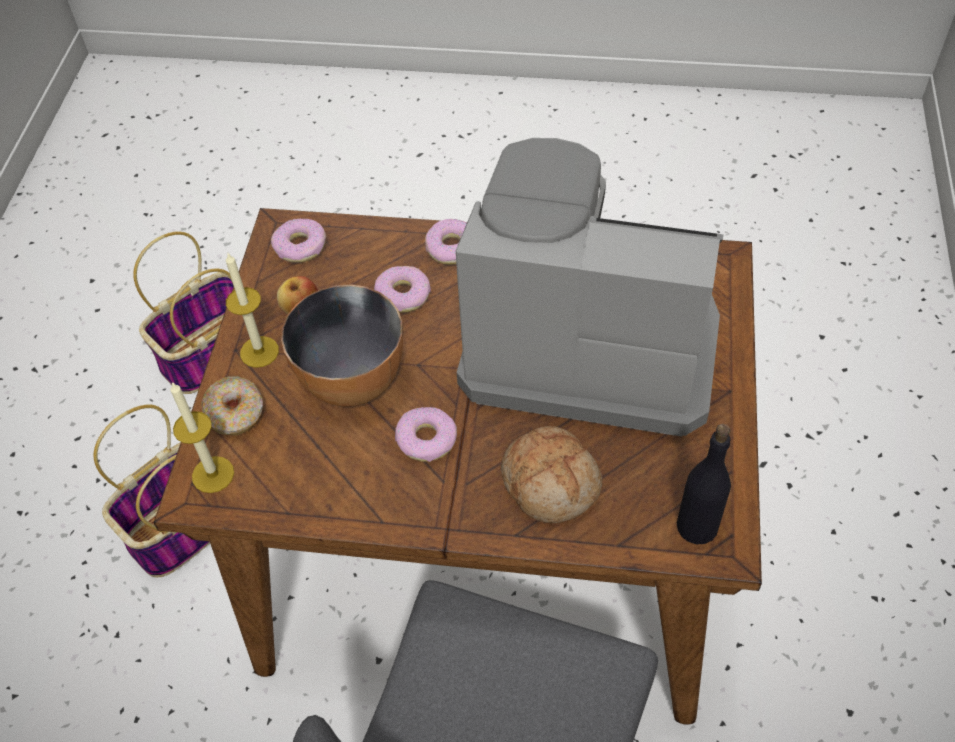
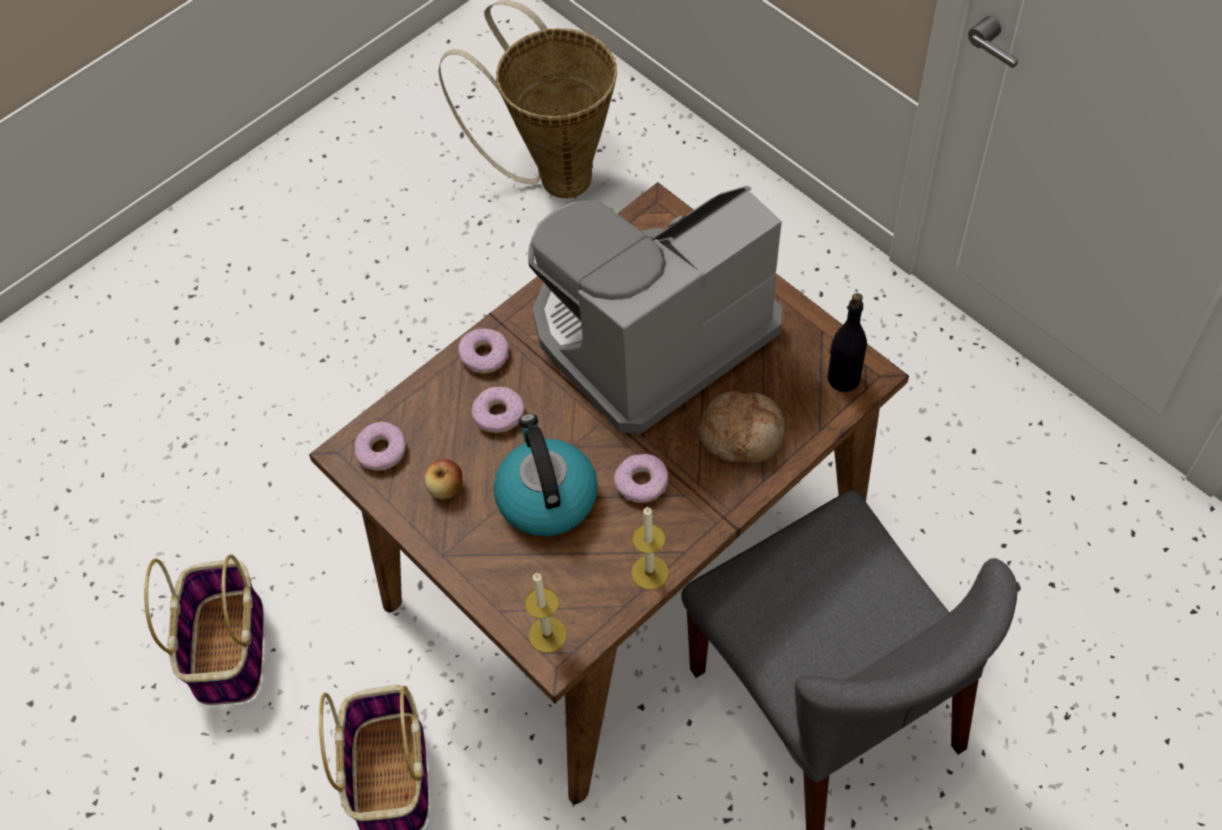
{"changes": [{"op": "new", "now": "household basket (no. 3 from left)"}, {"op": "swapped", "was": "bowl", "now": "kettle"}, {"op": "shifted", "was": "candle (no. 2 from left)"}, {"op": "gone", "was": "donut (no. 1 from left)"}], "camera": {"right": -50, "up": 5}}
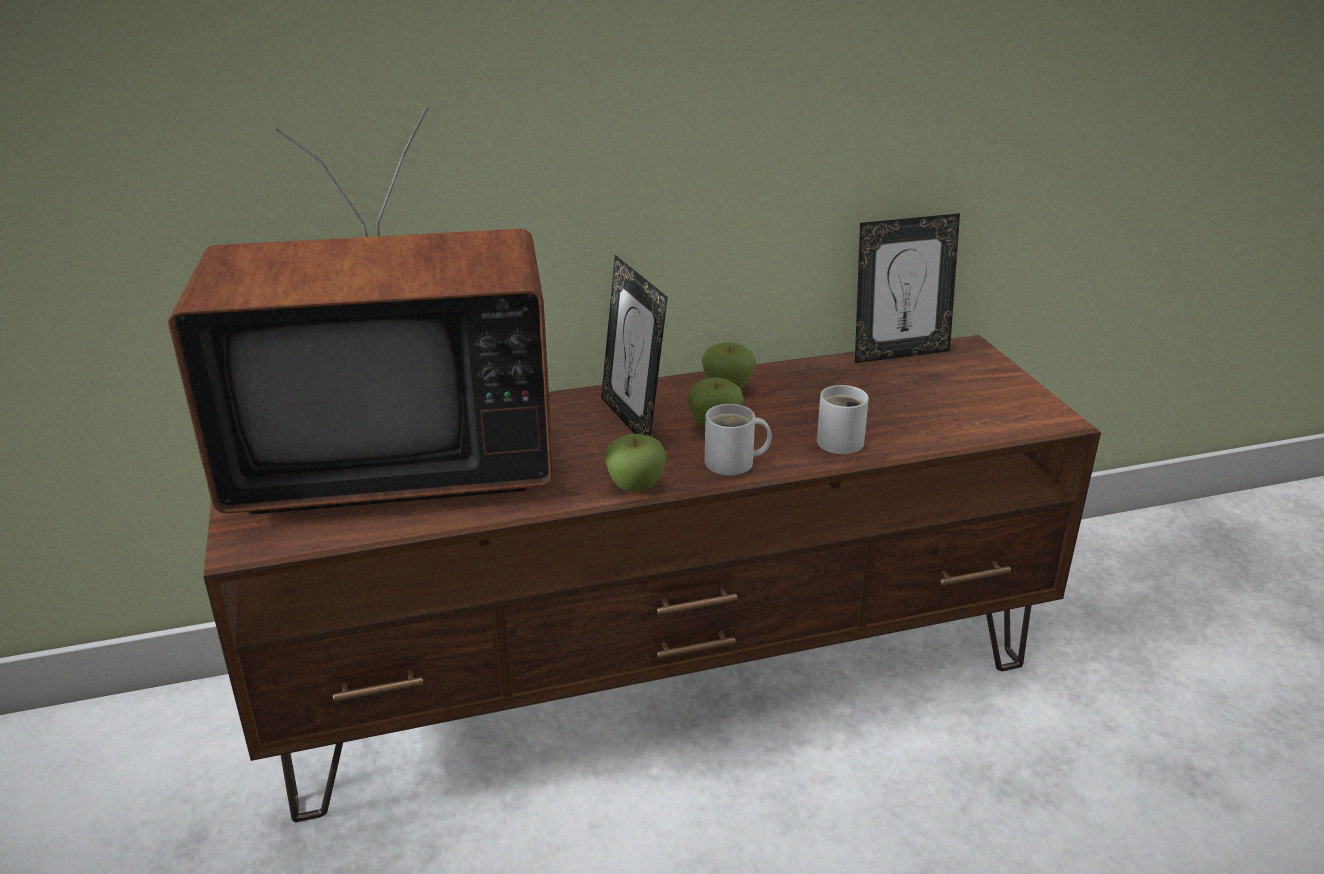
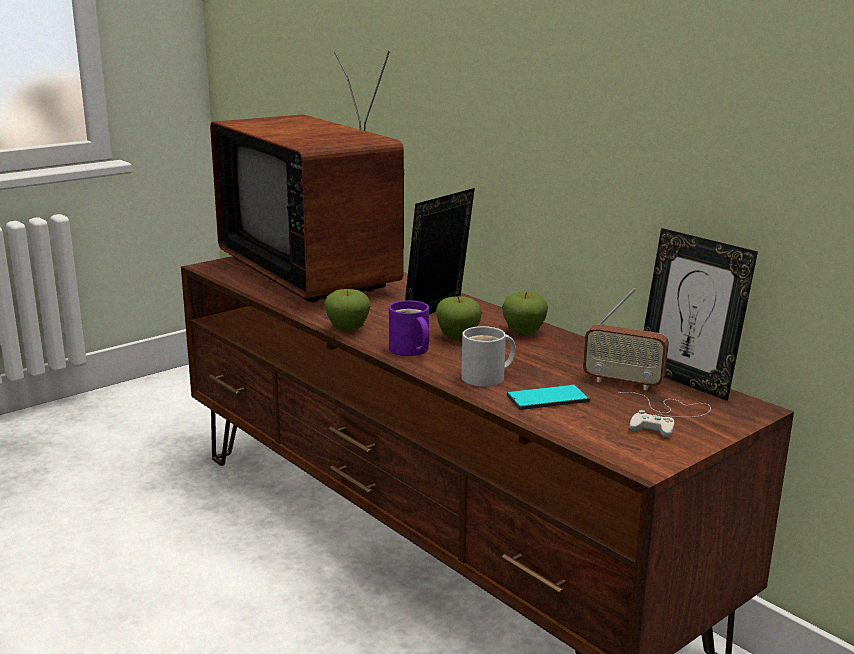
{"changes": [{"op": "repainted", "was": "white tea mug (no. 1 from left)", "now": "purplish tea mug"}, {"op": "new", "now": "phone"}, {"op": "new", "now": "radio"}, {"op": "new", "now": "white joypad"}], "camera": {"right": 65, "up": -10}}
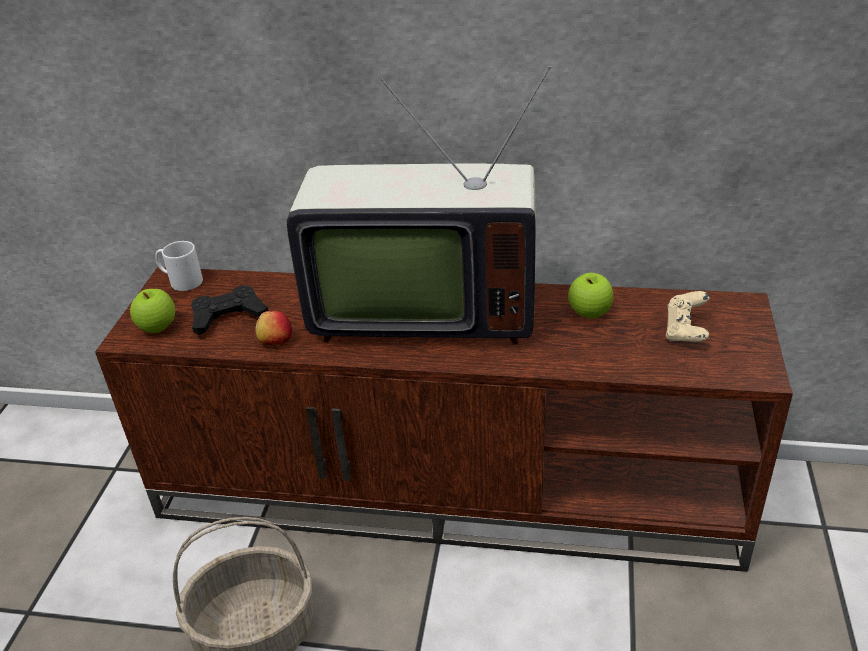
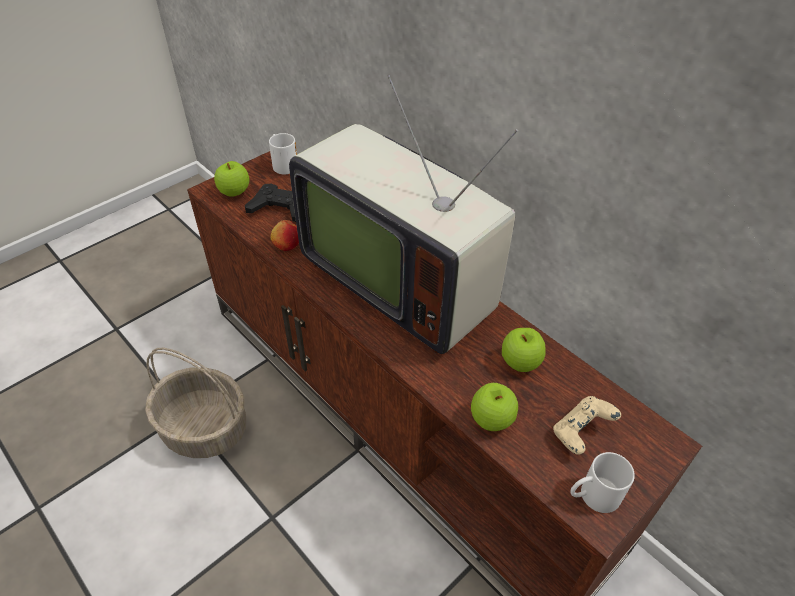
{"changes": [{"op": "new", "now": "whole apple (no. 3 from left)"}, {"op": "new", "now": "white tea mug (no. 2 from left)"}], "camera": {"right": 35, "up": 10}}
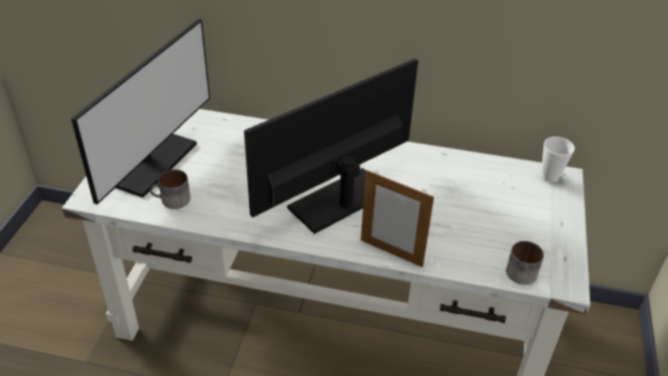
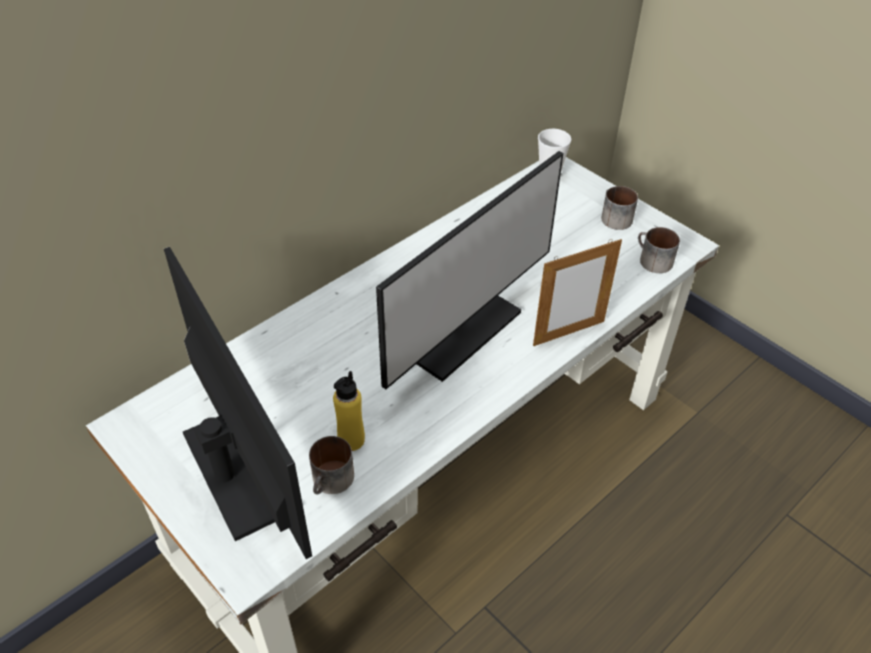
{"changes": [{"op": "new", "now": "yellow-coloured bottle"}, {"op": "rotated", "was": "computer screen (no. 2 from left)", "clockwise": -135}, {"op": "new", "now": "tea mug (no. 2 from left)"}], "camera": {"right": -55, "up": 5}}
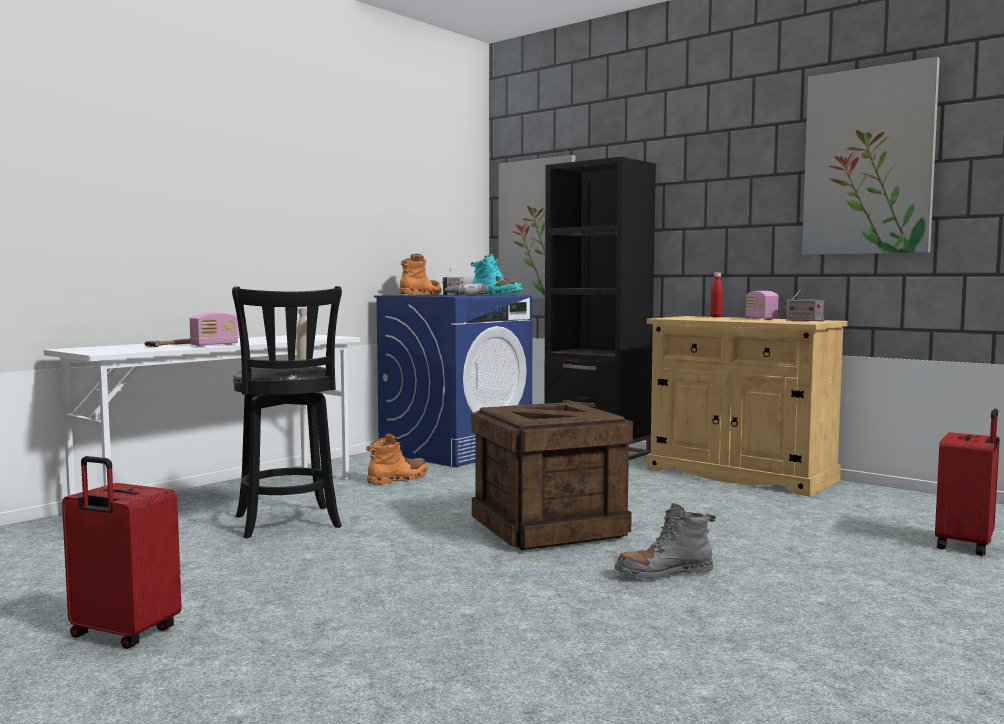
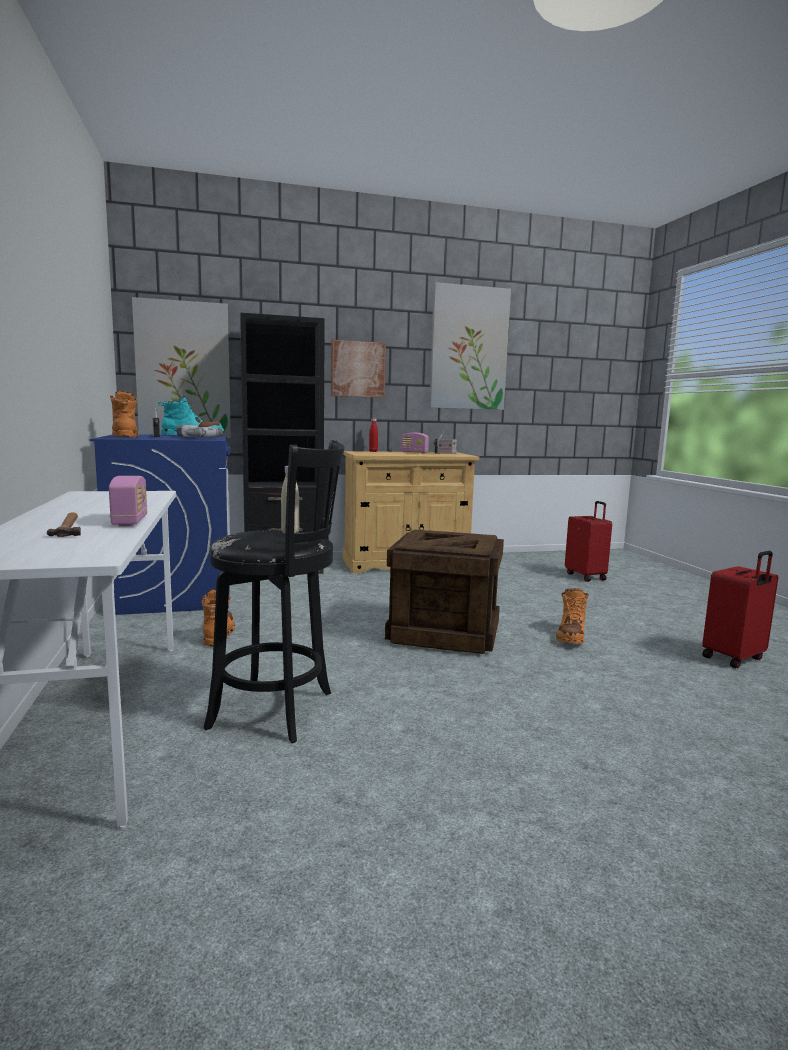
{"changes": [{"op": "new", "now": "picture (no. 2 from left)"}, {"op": "repainted", "was": "gray high-top boot", "now": "orange high-top boot (no. 3 from left)"}, {"op": "shifted", "was": "red-coloured suitcase (no. 1 from left in the first image)", "now": "red-coloured suitcase (no. 2 from left)"}], "camera": {"right": -55, "up": 5}}
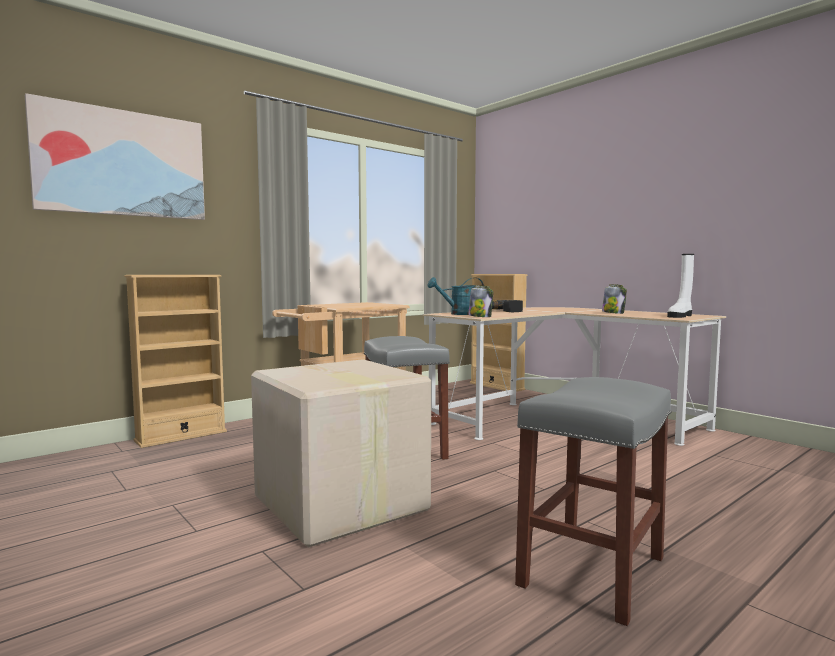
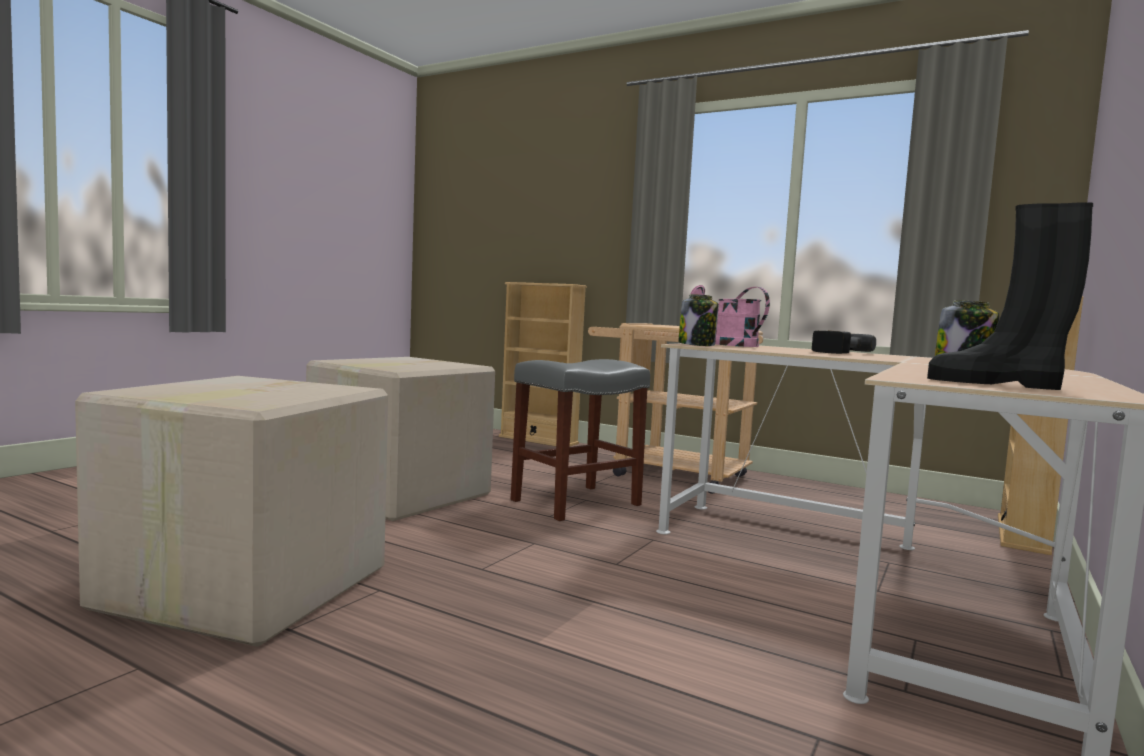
{"changes": [{"op": "swapped", "was": "gray sitting stool (no. 2 from left)", "now": "cardboard box (no. 1 from left)"}, {"op": "repainted", "was": "turquoise-coloured watering can", "now": "pinkish watering can"}, {"op": "repainted", "was": "white high-top boot", "now": "black high-top boot"}, {"op": "gone", "was": "picture"}], "camera": {"right": 70, "up": 0}}
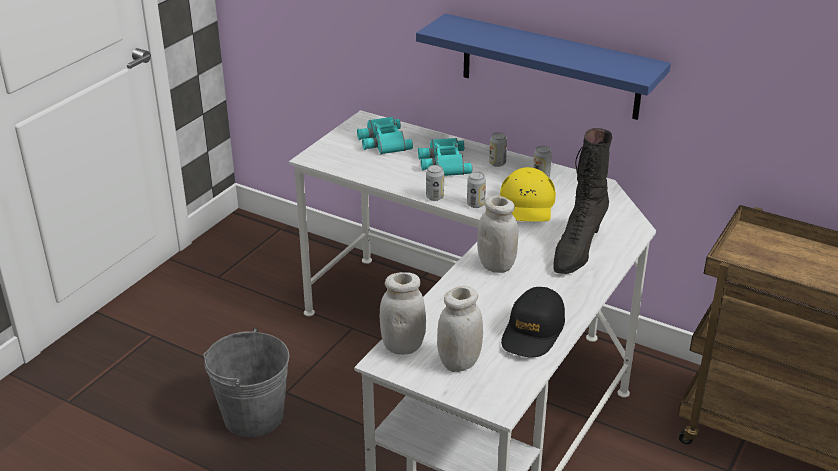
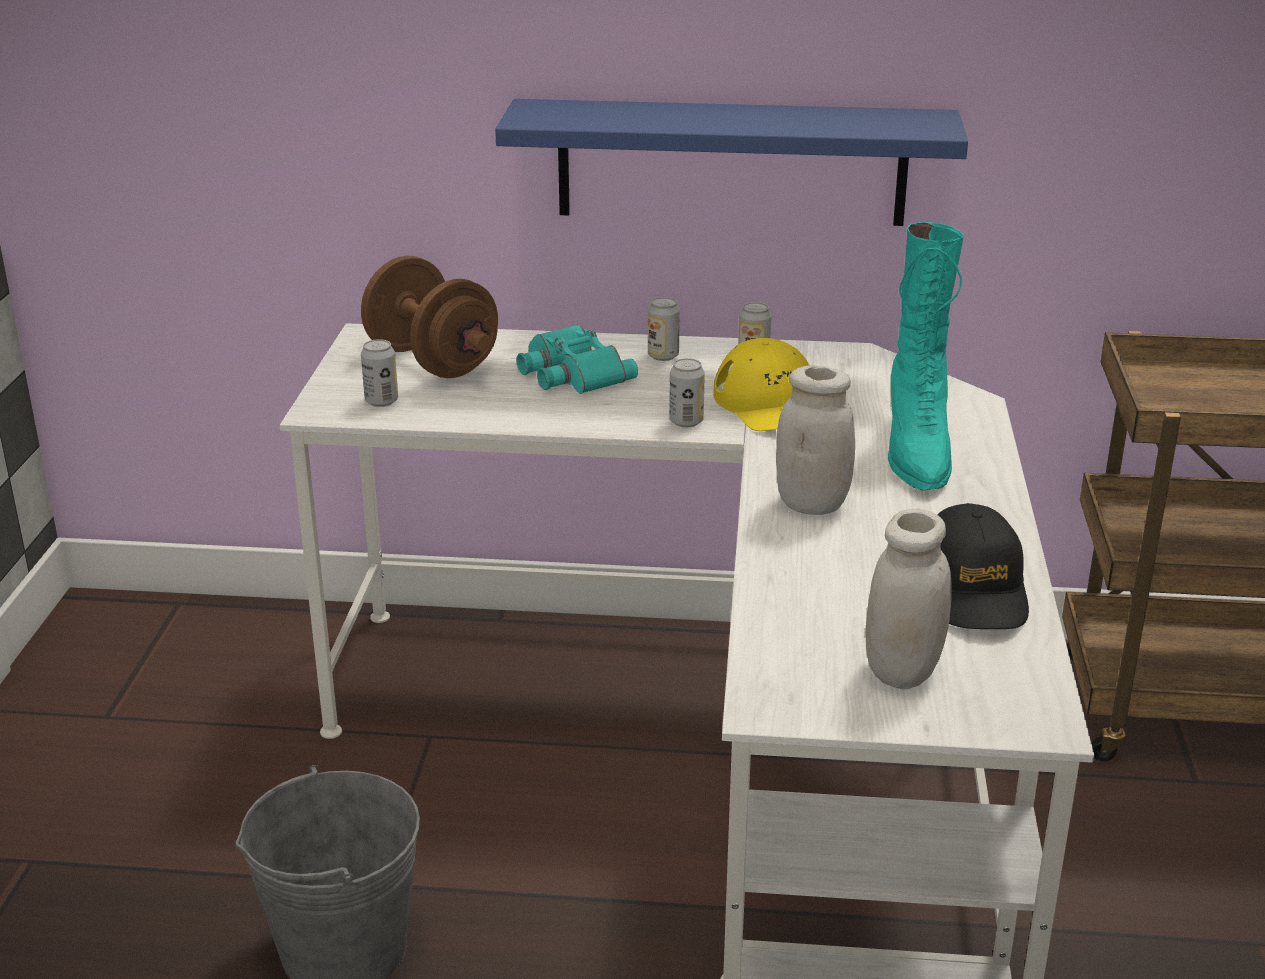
{"changes": [{"op": "swapped", "was": "turquoise-coloured binoculars (no. 1 from left)", "now": "brownish hand weight"}, {"op": "shifted", "was": "can (no. 1 from left)"}, {"op": "repainted", "was": "black high-top boot", "now": "turquoise-coloured high-top boot"}, {"op": "gone", "was": "white storage jar (no. 1 from left)"}], "camera": {"right": -25, "up": -5}}
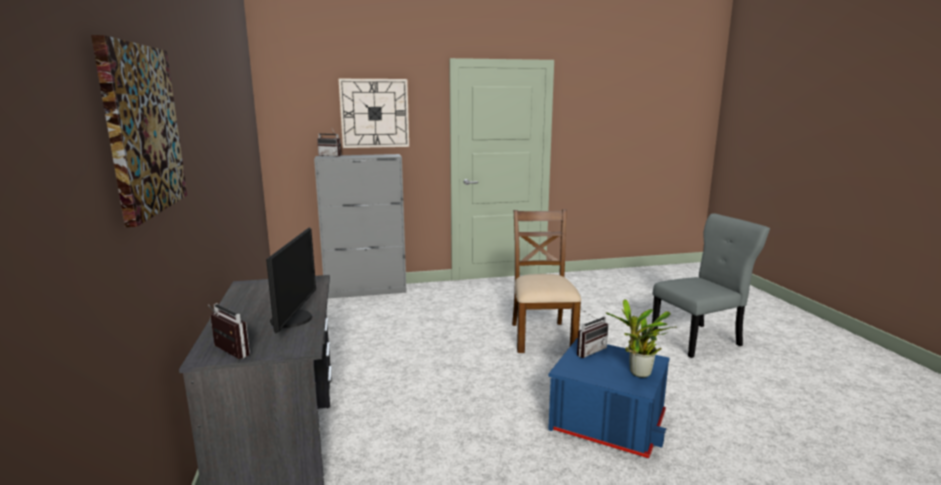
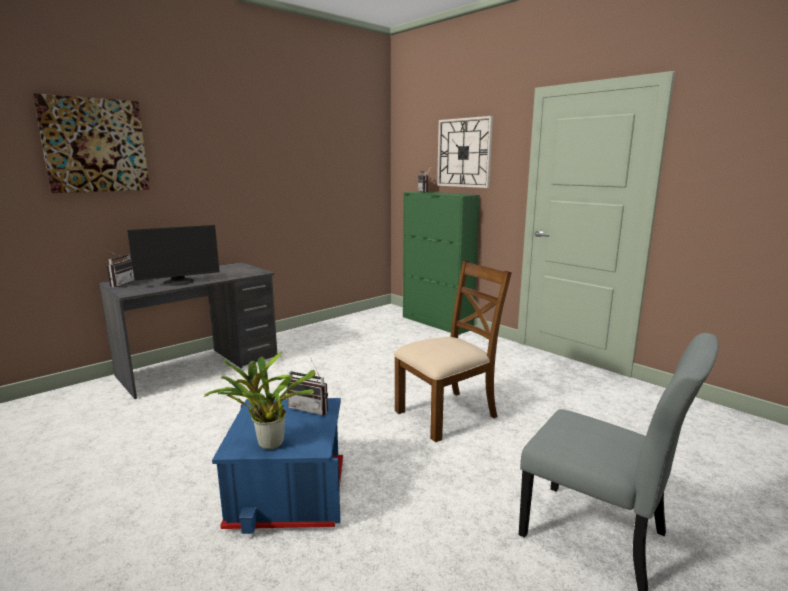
{"changes": [{"op": "repainted", "was": "gray storage cabinet", "now": "green-coloured storage cabinet"}], "camera": {"right": 60, "up": 0}}
